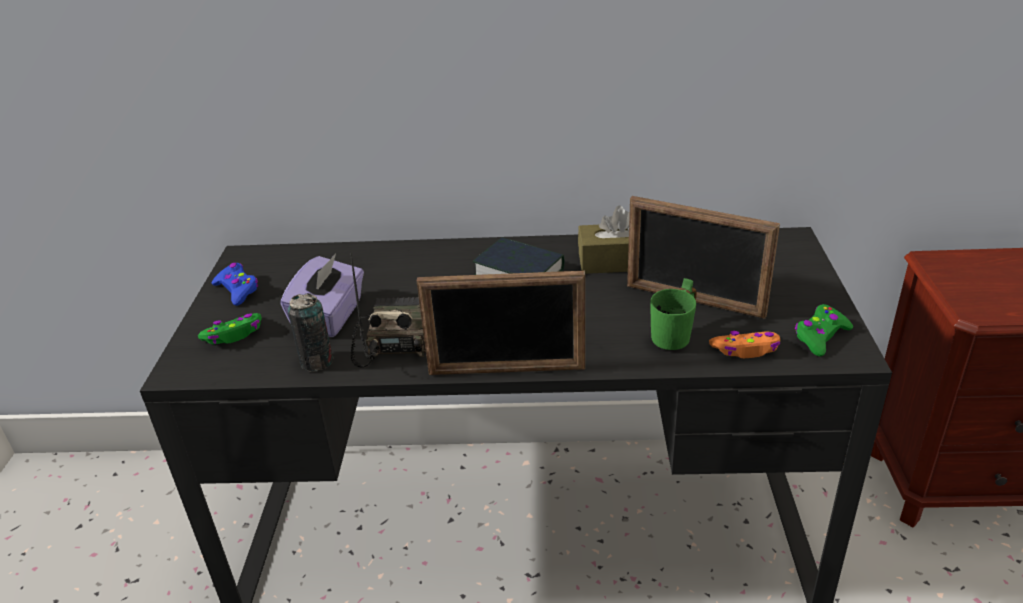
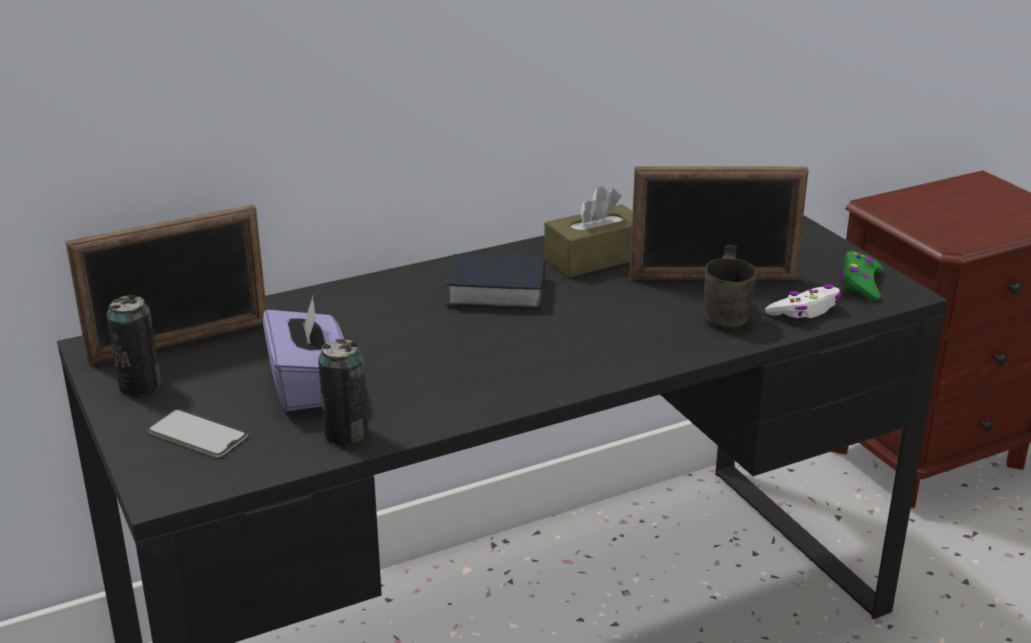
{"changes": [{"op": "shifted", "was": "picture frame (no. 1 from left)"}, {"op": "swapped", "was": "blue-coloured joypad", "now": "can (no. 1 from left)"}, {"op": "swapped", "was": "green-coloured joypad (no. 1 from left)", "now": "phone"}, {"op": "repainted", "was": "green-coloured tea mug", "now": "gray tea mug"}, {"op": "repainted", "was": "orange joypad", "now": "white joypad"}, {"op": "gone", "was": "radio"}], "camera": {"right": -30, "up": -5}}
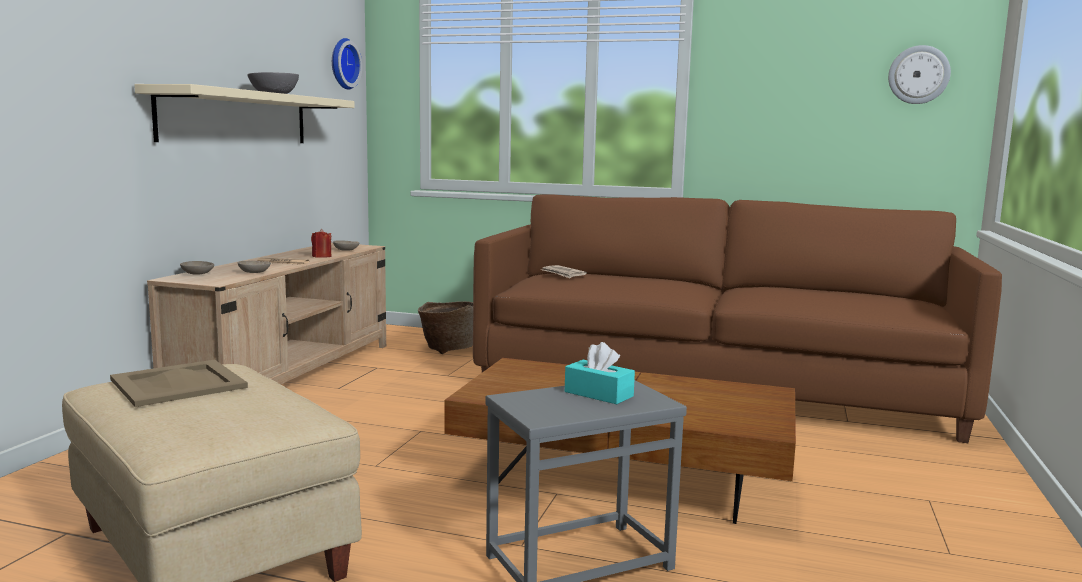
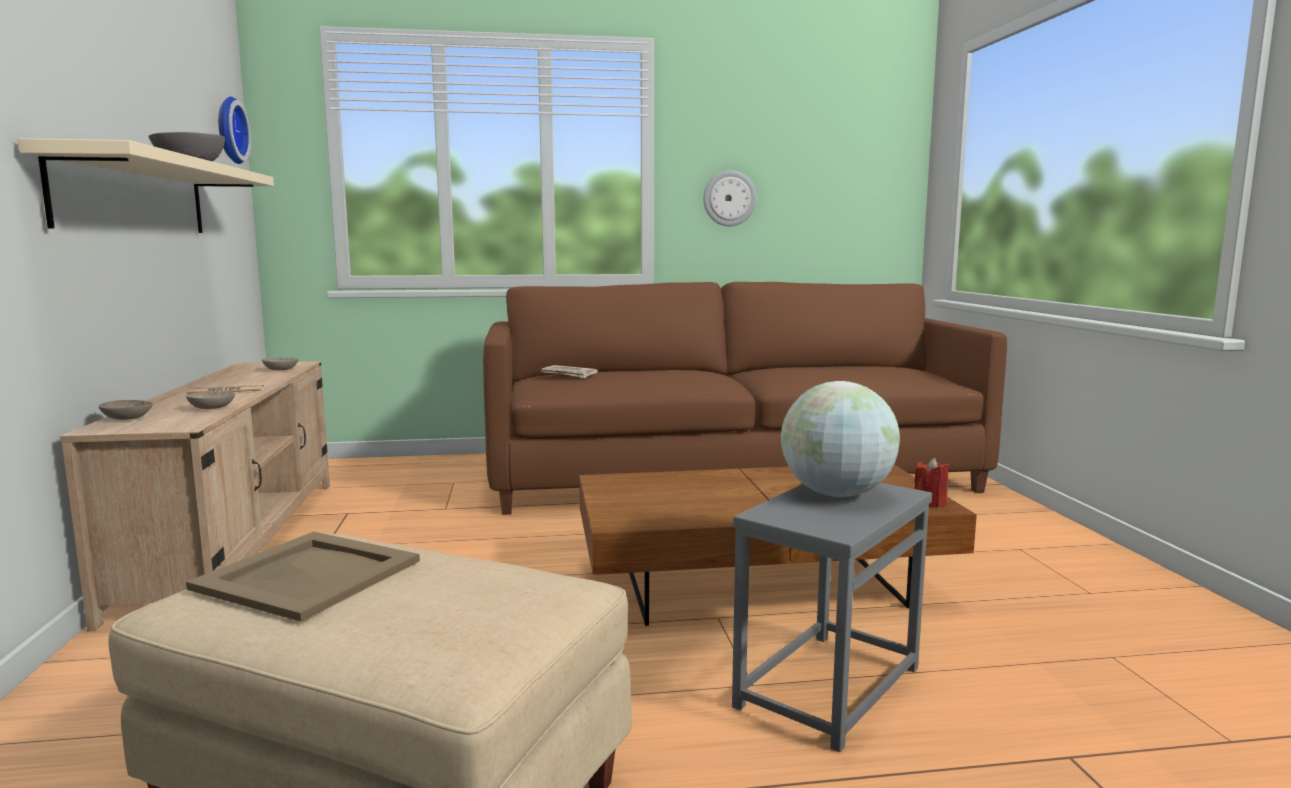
{"changes": [{"op": "shifted", "was": "hanging clock (no. 2 from left)"}, {"op": "swapped", "was": "turquoise-coloured tissue holder", "now": "desk globe"}, {"op": "shifted", "was": "red-coloured candle"}, {"op": "gone", "was": "household basket"}], "camera": {"right": -25, "up": 0}}
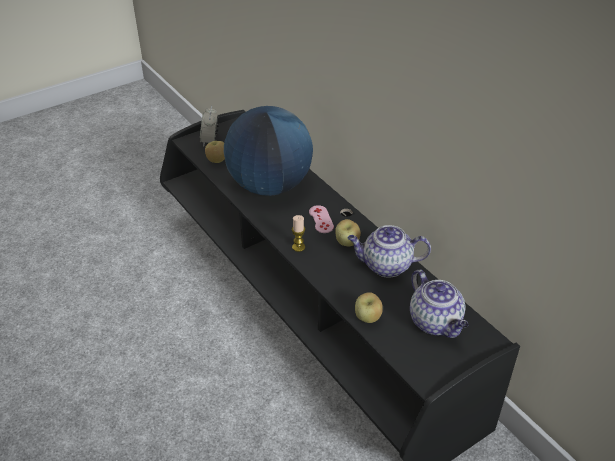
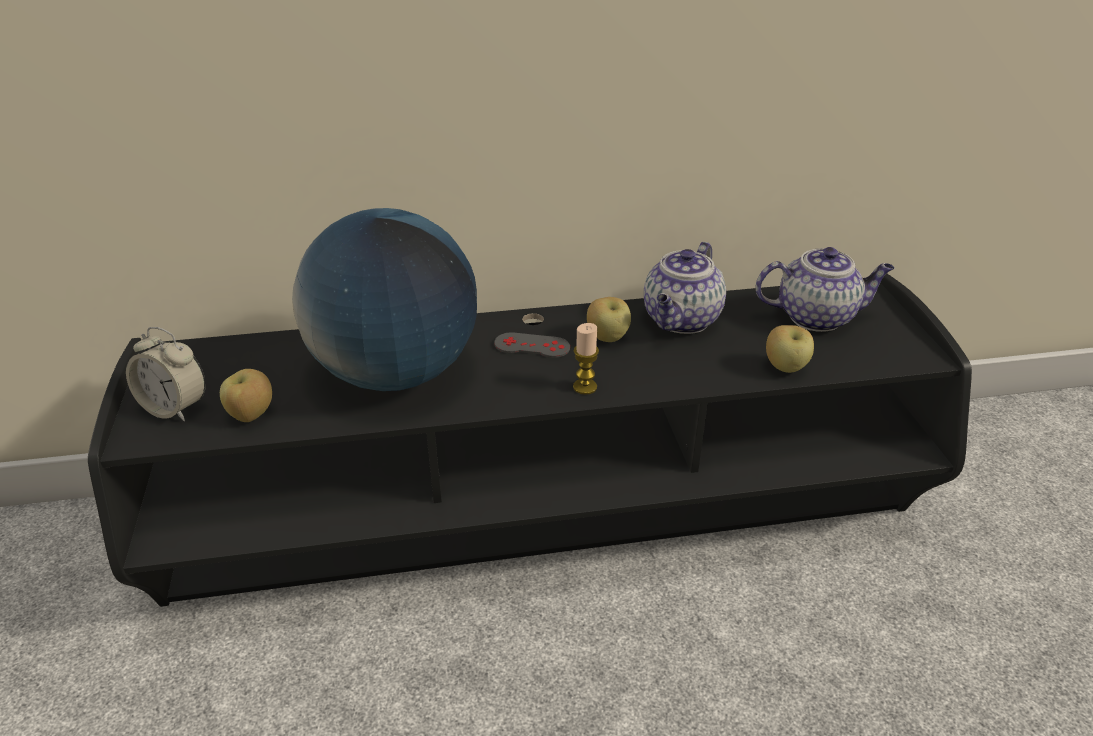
{"changes": [{"op": "repainted", "was": "pinkish joypad", "now": "gray joypad"}], "camera": {"right": -65, "up": -5}}
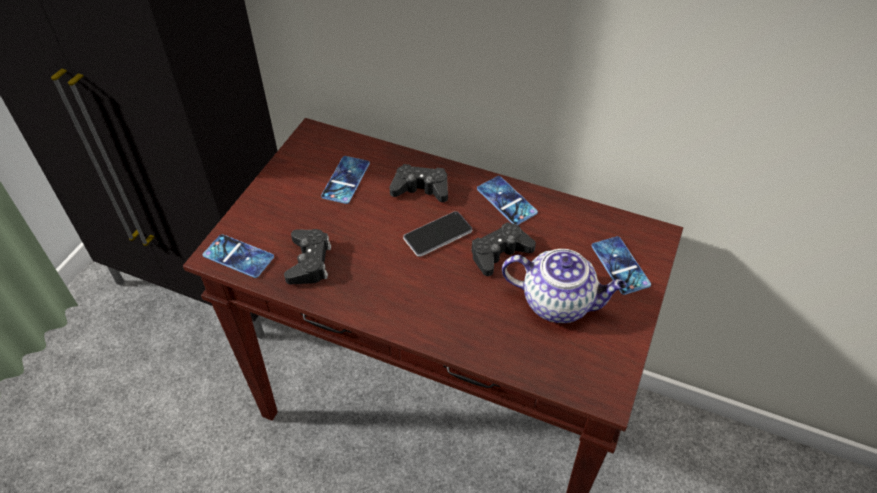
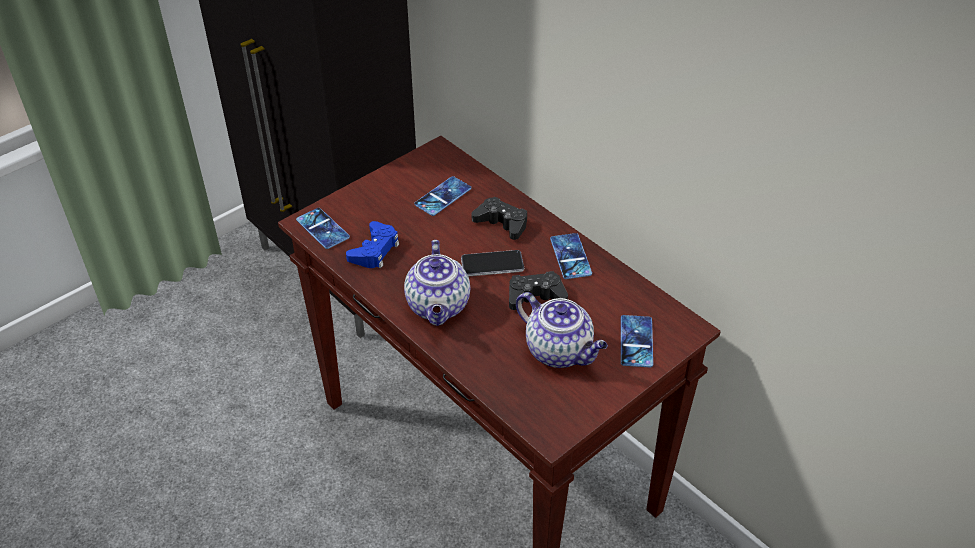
{"changes": [{"op": "repainted", "was": "black joypad (no. 1 from left)", "now": "blue-coloured joypad"}, {"op": "new", "now": "pot for tea (no. 1 from left)"}], "camera": {"right": 25, "up": -5}}
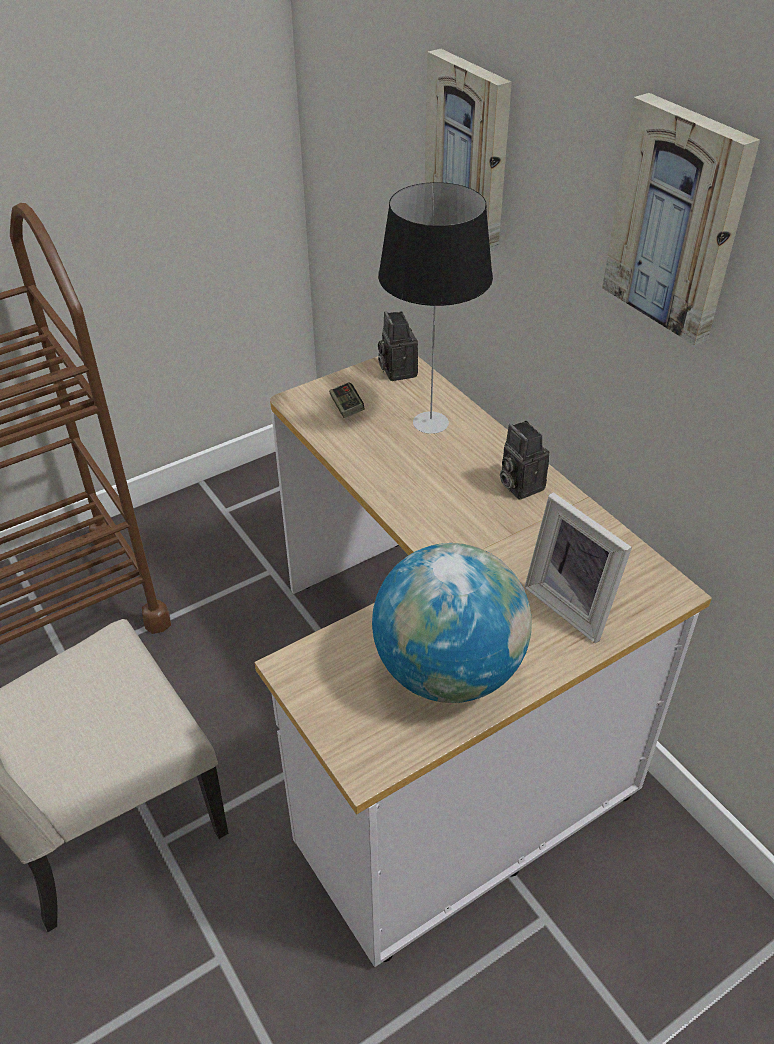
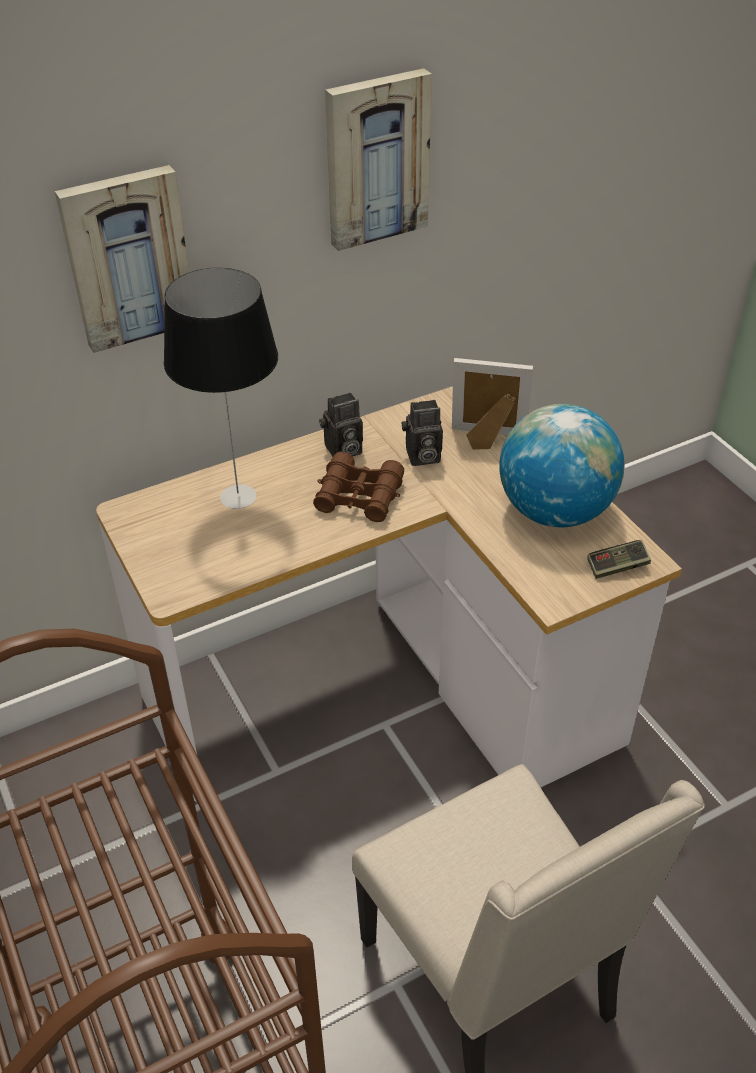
{"changes": [{"op": "new", "now": "brownish binoculars"}, {"op": "shifted", "was": "photo camera (no. 1 from left in the first image)", "now": "photo camera (no. 2 from left)"}, {"op": "rotated", "was": "picture frame", "clockwise": -135}, {"op": "shifted", "was": "joypad"}], "camera": {"right": -85, "up": 0}}
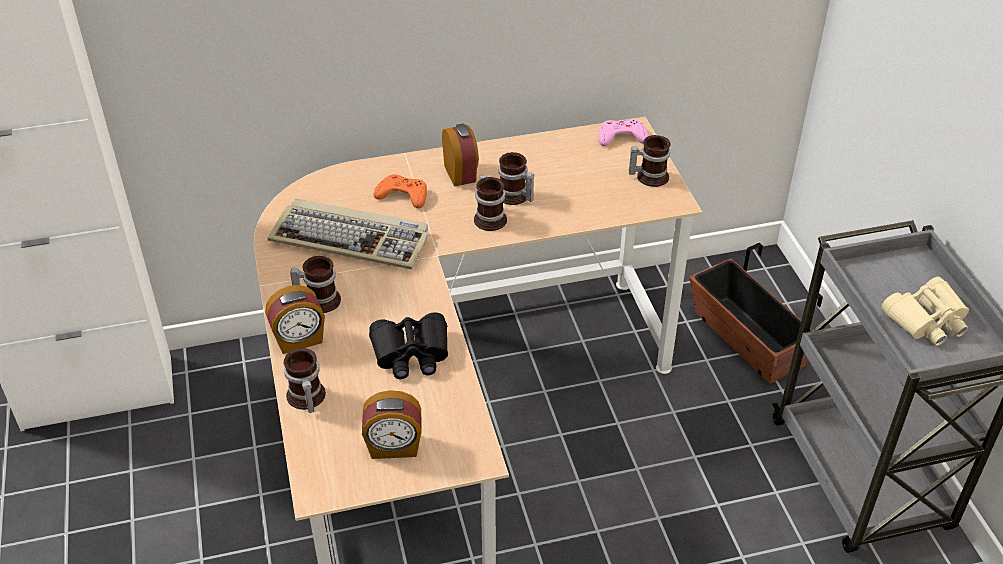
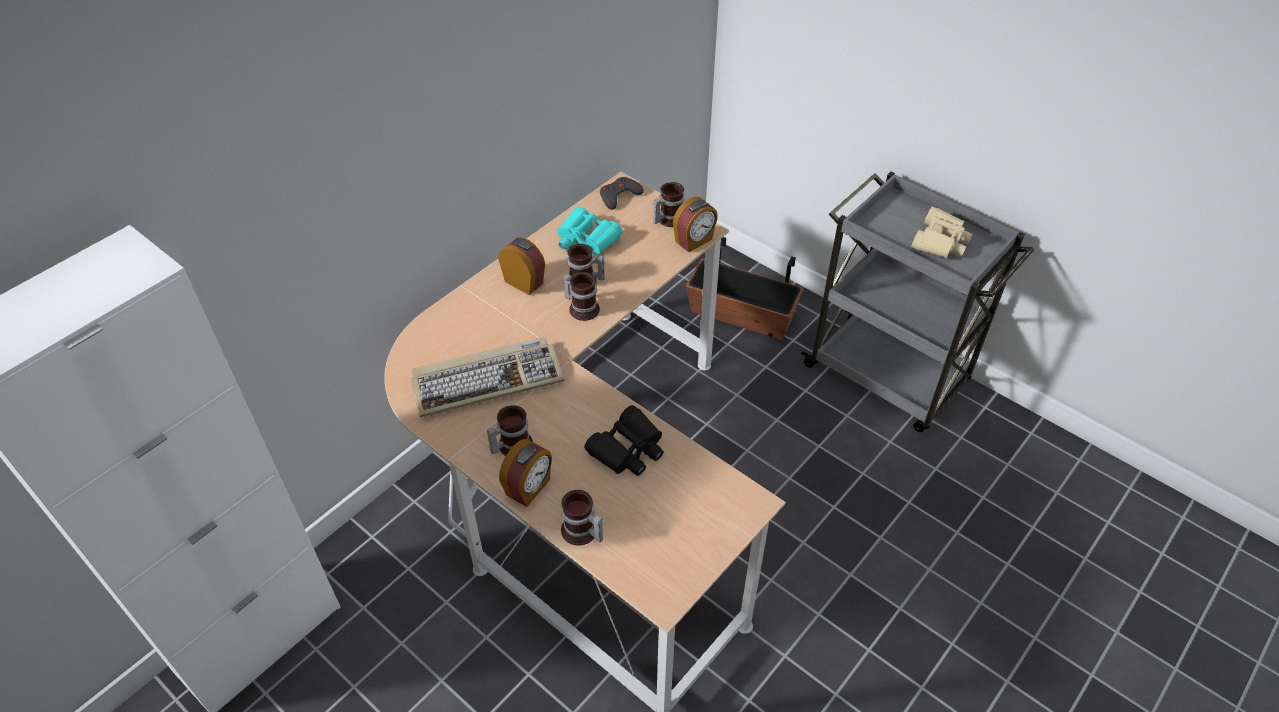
{"changes": [{"op": "new", "now": "turquoise-coloured binoculars"}, {"op": "repainted", "was": "pinkish joypad", "now": "gray joypad"}, {"op": "shifted", "was": "bedside clock (no. 2 from left in the first image)", "now": "bedside clock (no. 3 from left)"}, {"op": "gone", "was": "orange joypad"}], "camera": {"right": -35, "up": 5}}
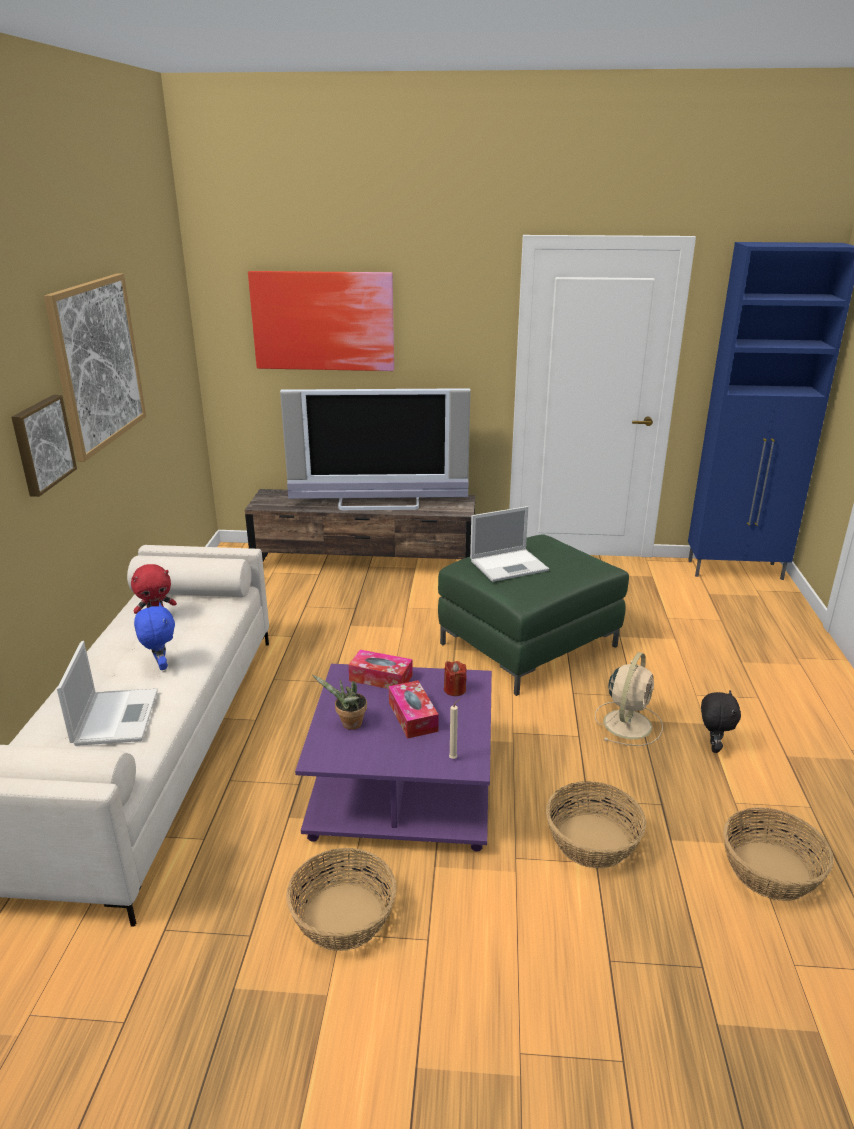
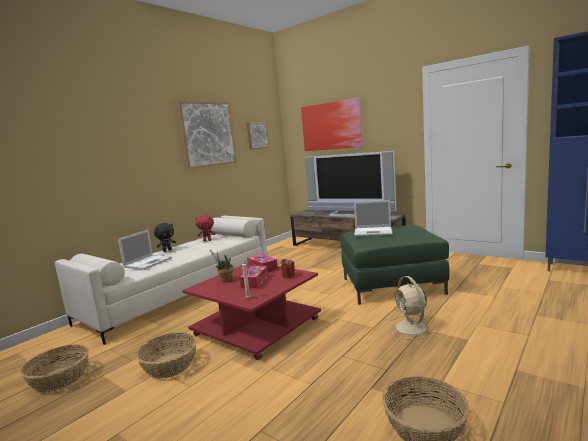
{"changes": [{"op": "shifted", "was": "household basket (no. 2 from left in the first image)", "now": "household basket (no. 1 from left)"}, {"op": "shifted", "was": "black cuddly toy"}, {"op": "repainted", "was": "purplish coffee table", "now": "red-coloured coffee table"}, {"op": "shifted", "was": "picture (no. 1 from left in the first image)", "now": "picture (no. 2 from left)"}, {"op": "rotated", "was": "beige cooling fan", "clockwise": 105}, {"op": "gone", "was": "blue-coloured cuddly toy"}], "camera": {"right": 35, "up": -15}}
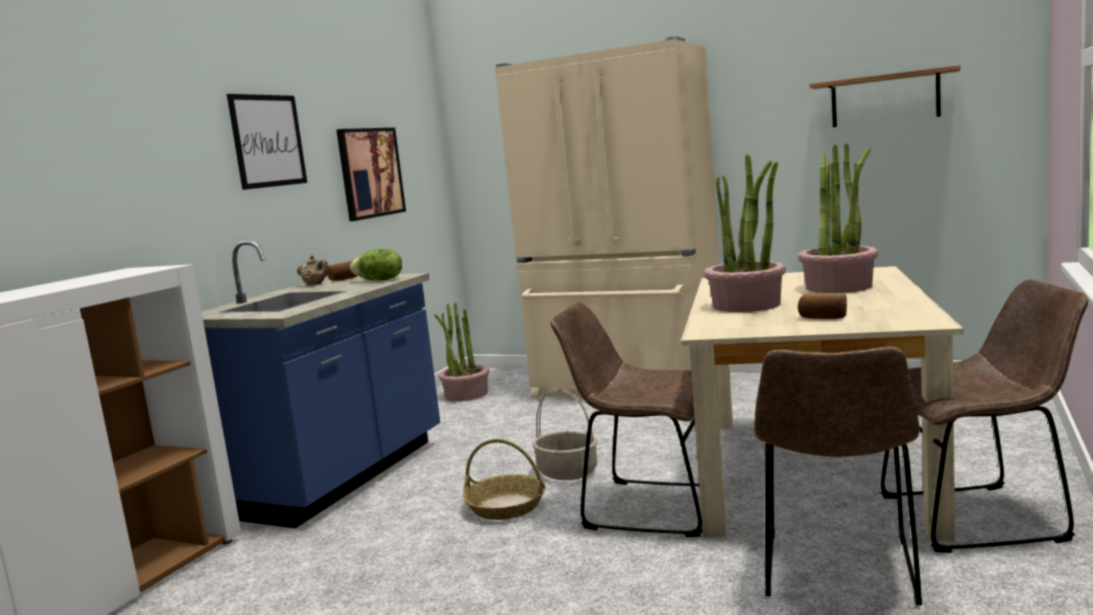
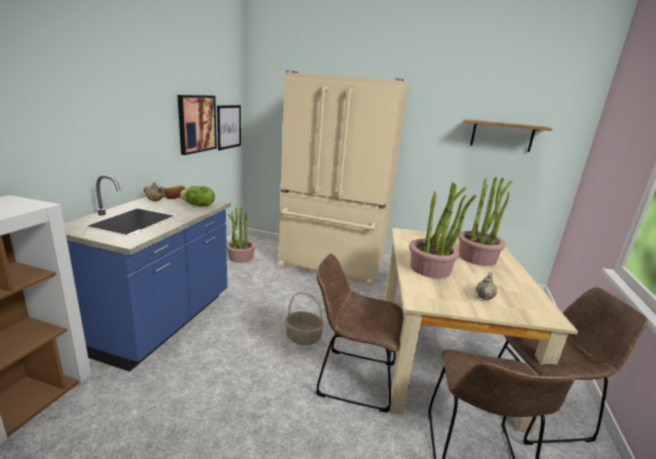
{"changes": [{"op": "shifted", "was": "picture (no. 1 from left in the first image)", "now": "picture (no. 2 from left)"}, {"op": "swapped", "was": "bakery bread (no. 2 from left)", "now": "beige pot for tea (no. 2 from left)"}, {"op": "gone", "was": "household basket (no. 1 from left)"}], "camera": {"right": -10, "up": 10}}
